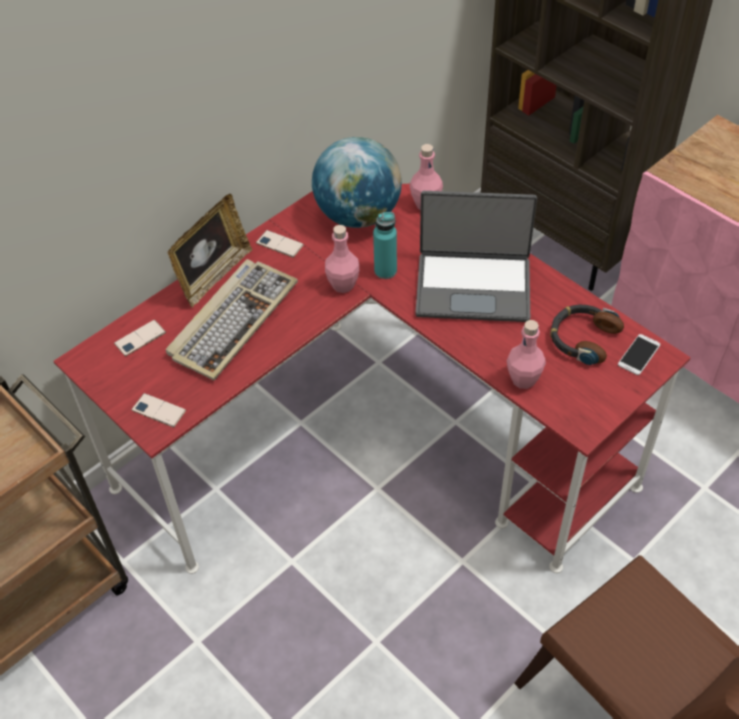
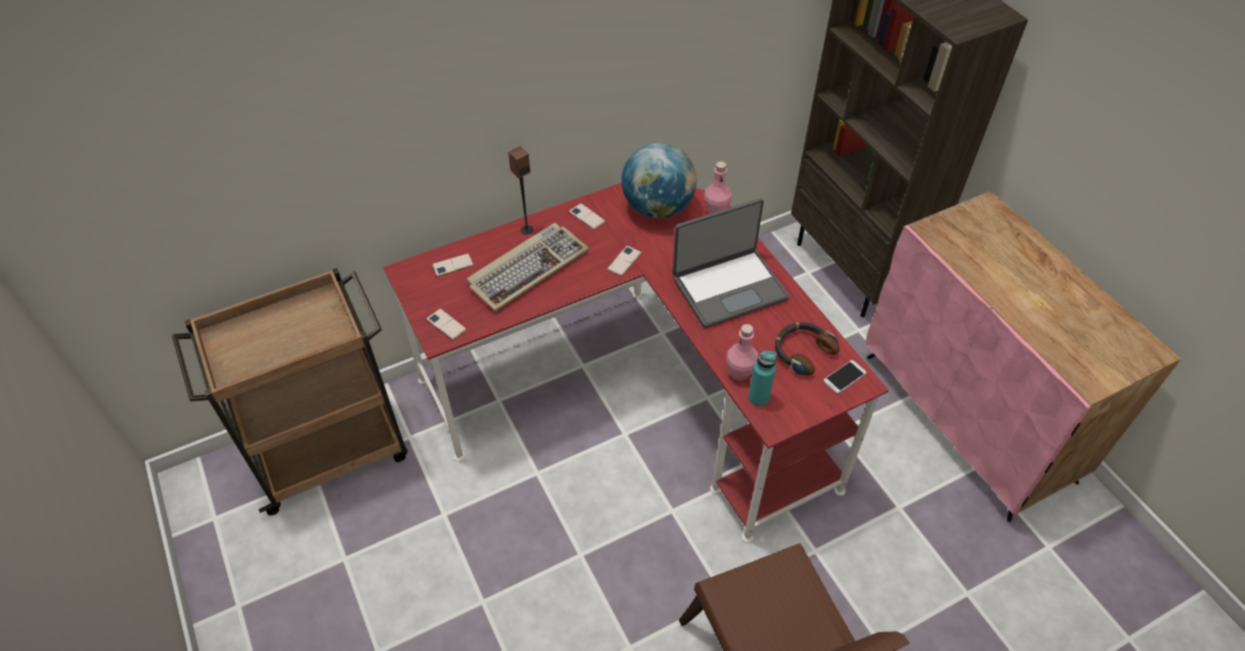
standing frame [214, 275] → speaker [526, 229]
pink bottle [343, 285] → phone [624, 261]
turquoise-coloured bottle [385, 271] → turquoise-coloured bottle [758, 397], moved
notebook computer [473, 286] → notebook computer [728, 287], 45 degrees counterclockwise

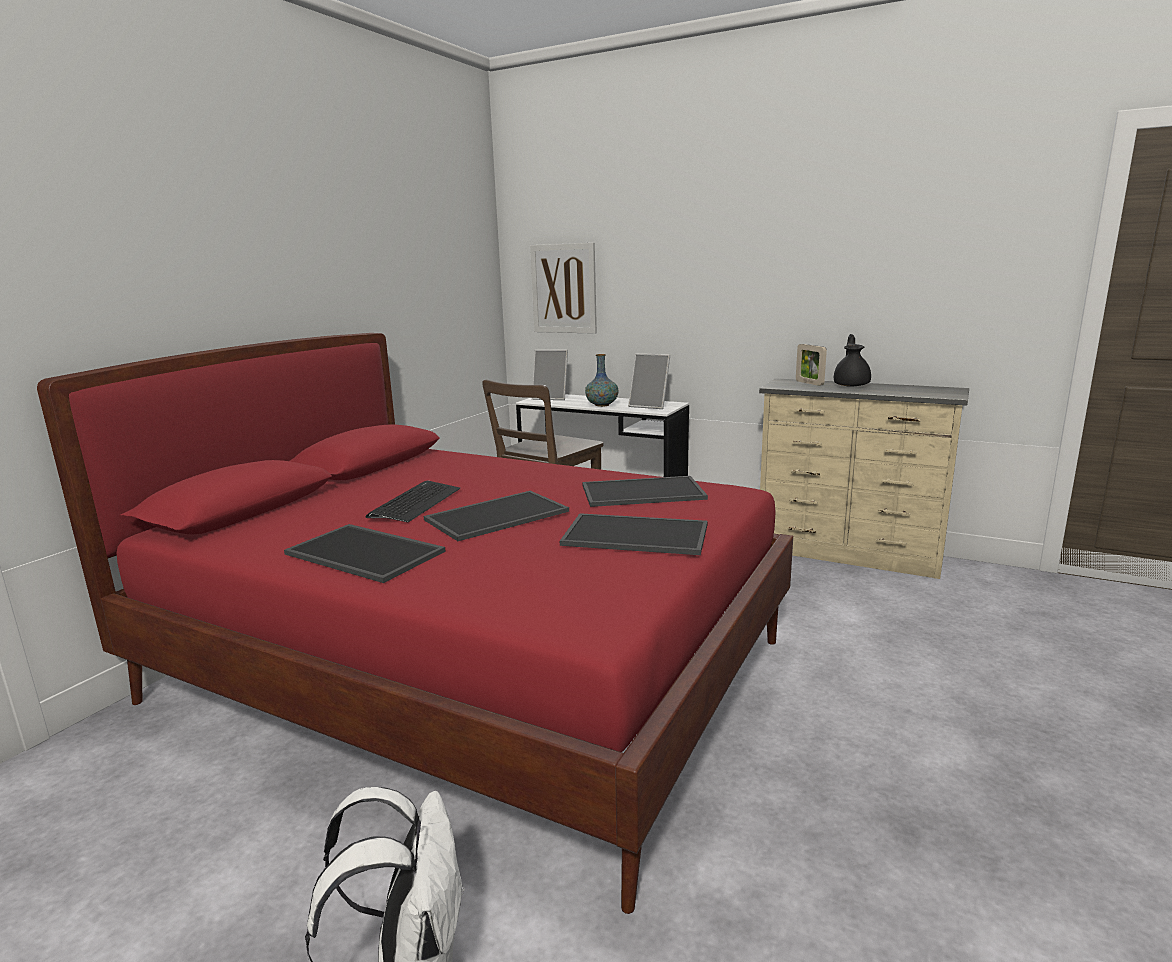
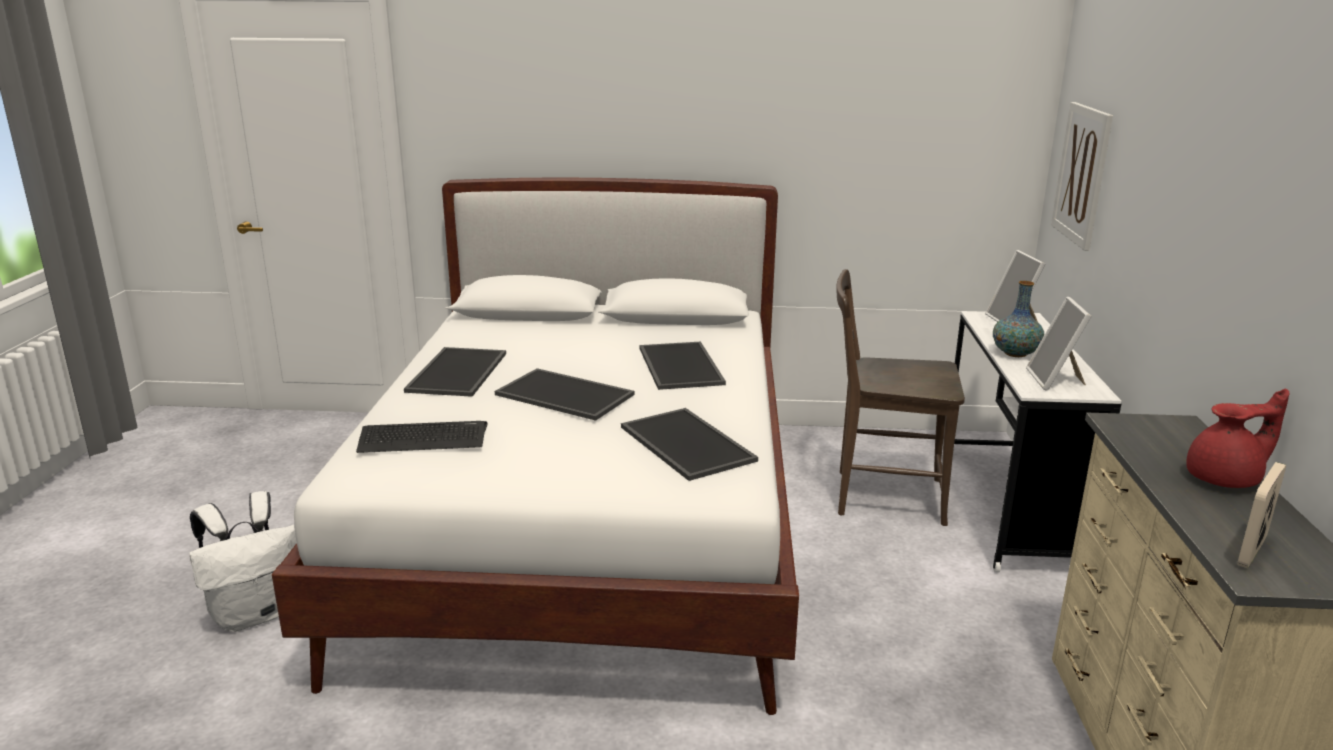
red bed [472, 670] → white bed [586, 531]
keyboard [415, 503] → keyboard [422, 438], moved
carrying tray [633, 535] → carrying tray [678, 365], moved
standing frame [809, 383] → standing frame [1251, 551], moved
black-coloured pot for tea [851, 385] → red pot for tea [1226, 479]

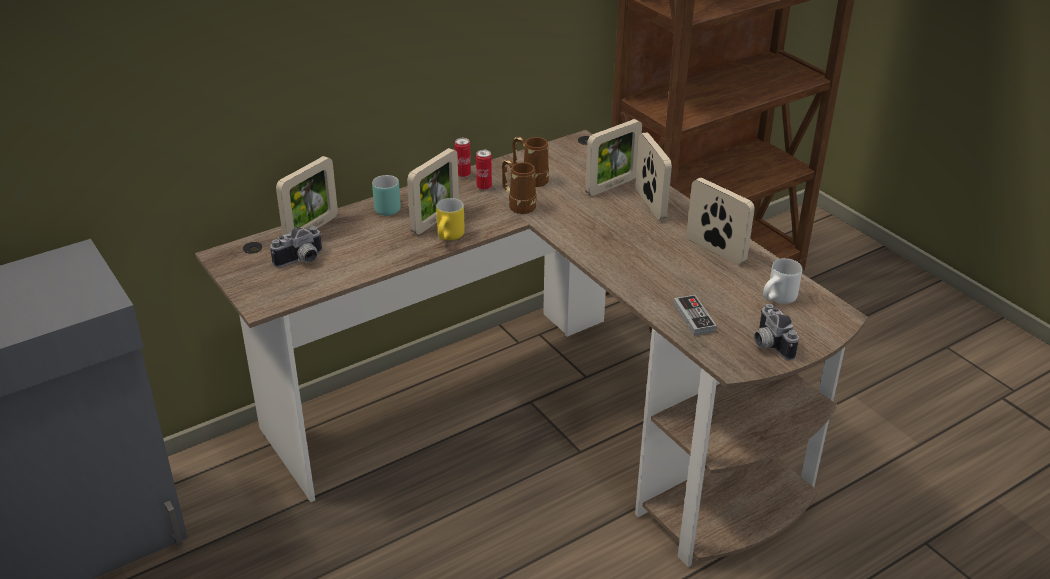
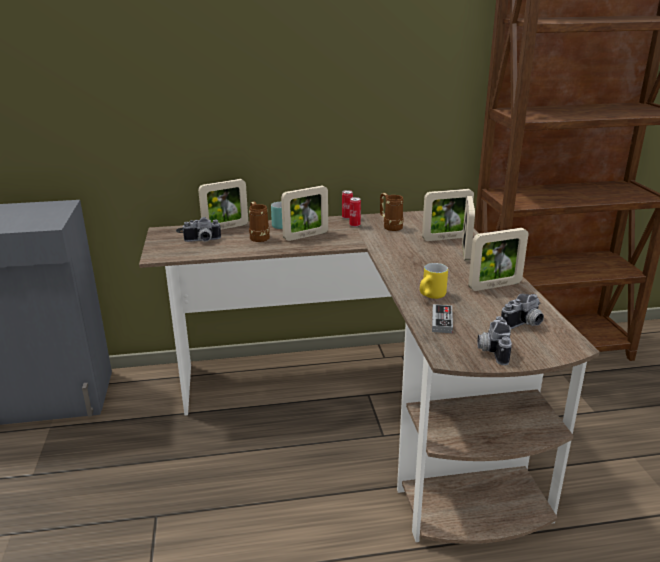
yellowish tea mug [450, 238] → yellowish tea mug [432, 297], moved
brown-coloured tea mug [518, 205] → brown-coloured tea mug [258, 237], moved
standing frame [715, 251] → standing frame [495, 286], 90 degrees clockwise
white tea mug [779, 300] → still camera [524, 325]

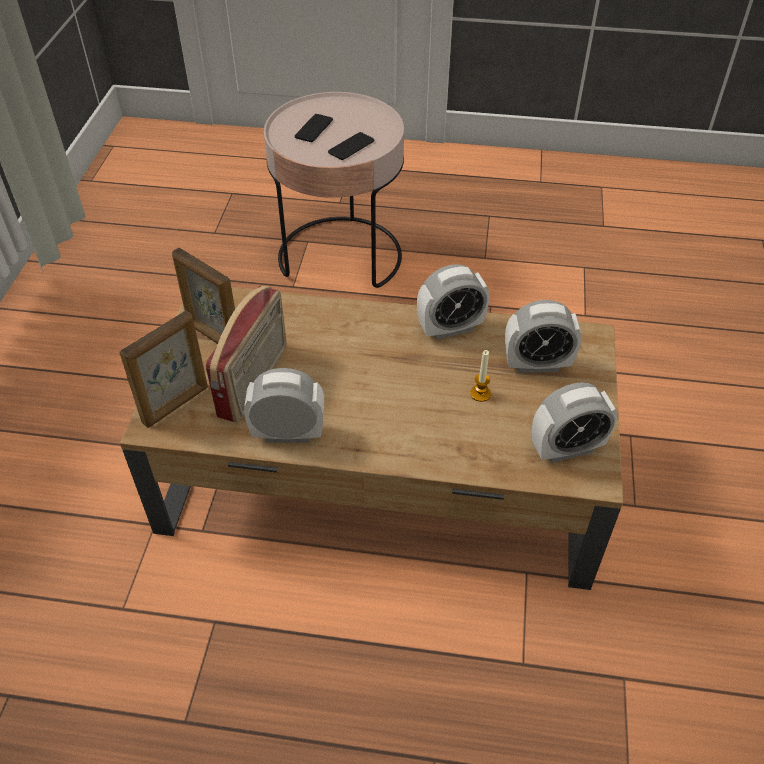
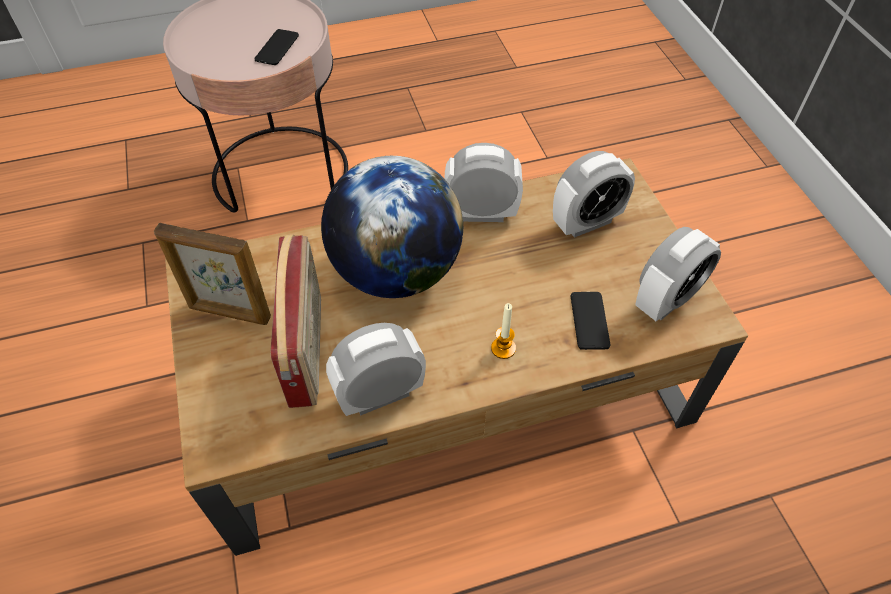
standing frame [176, 405] → -
phone [314, 128] → phone [589, 321], moved
table clock [450, 328] → table clock [481, 214], 135 degrees counterclockwise
wax light [480, 394] → wax light [503, 348], moved
- → globe [396, 272]

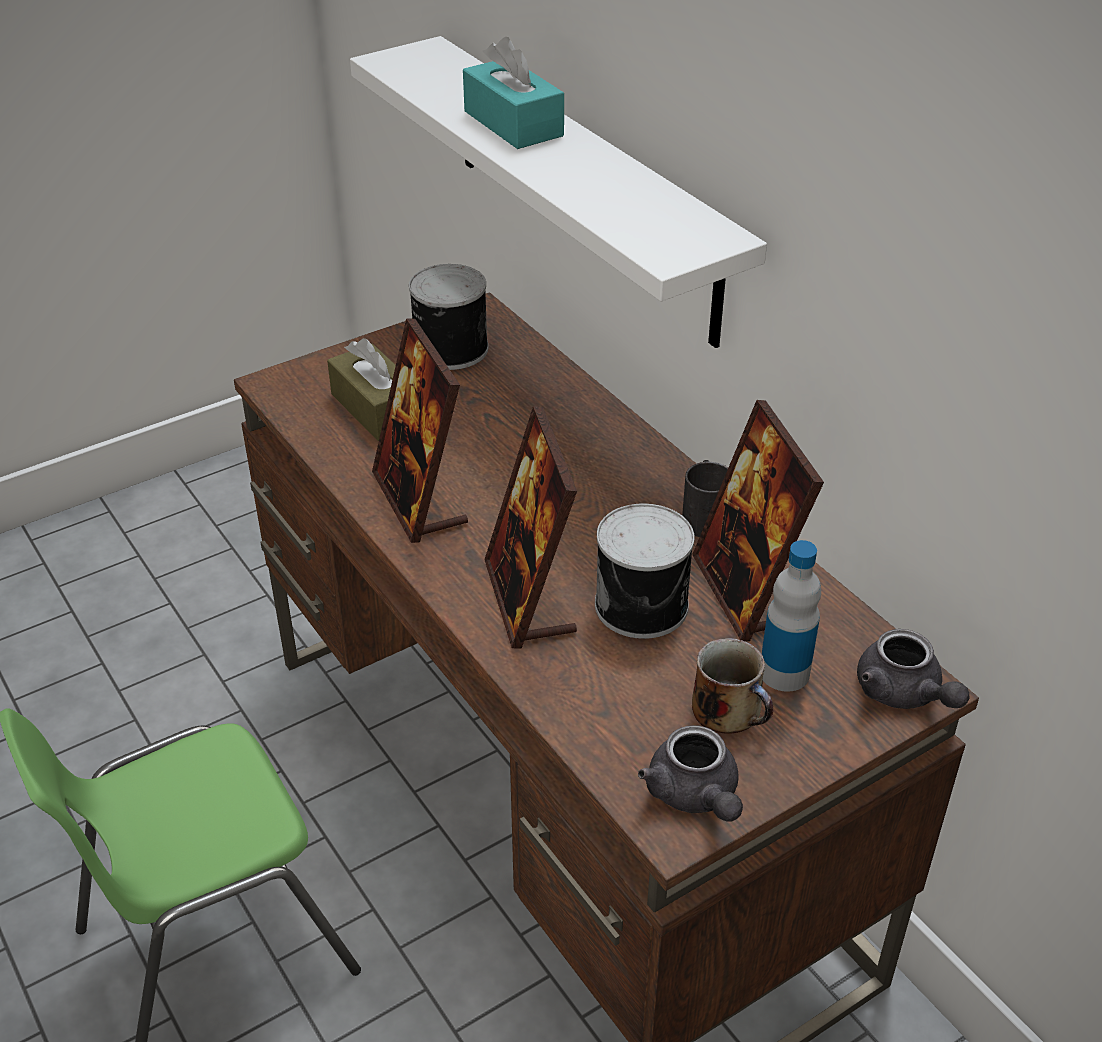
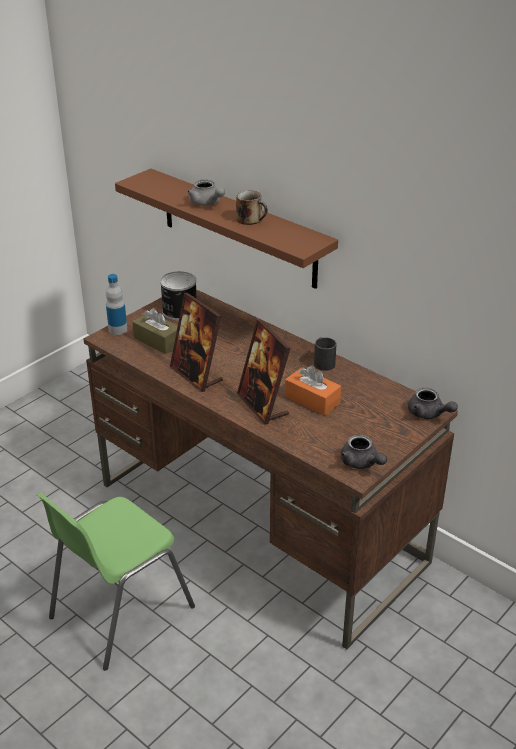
white shelf [582, 187] → brown-coloured shelf [238, 228]
turquoise-coloured tissue box [513, 124] → grey pot for tea [207, 203]
sealed can [644, 606] → orange tissue box [312, 400]
standing frame [746, 592] → -
tea mug [730, 710] → tea mug [250, 219], moved
bottle [784, 673] → bottle [118, 329], moved

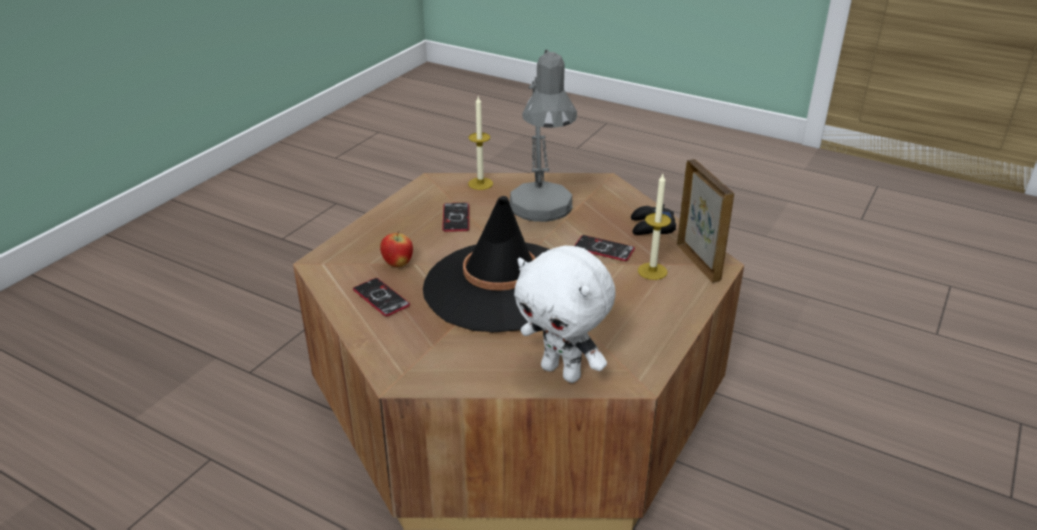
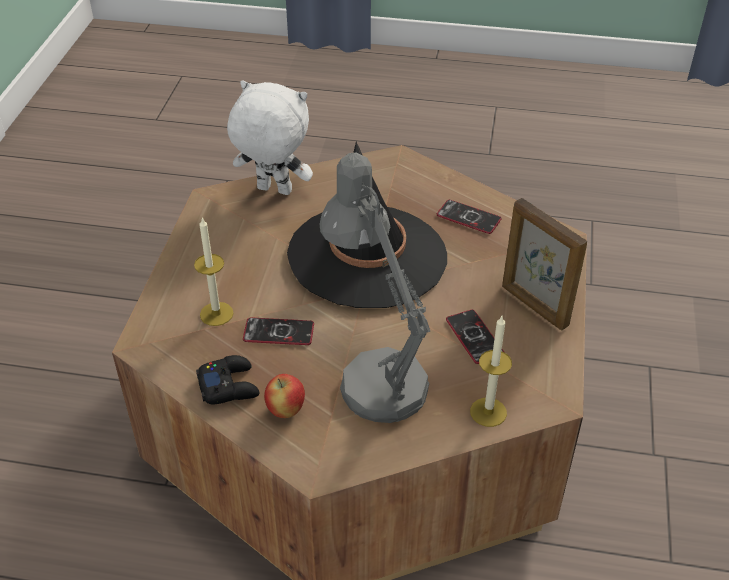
apple [398, 264] → apple [285, 410], moved
standing frame [698, 262] → standing frame [534, 306], moved

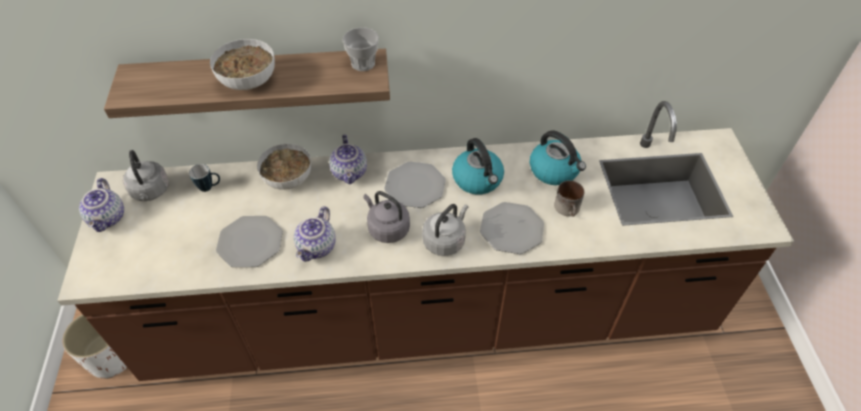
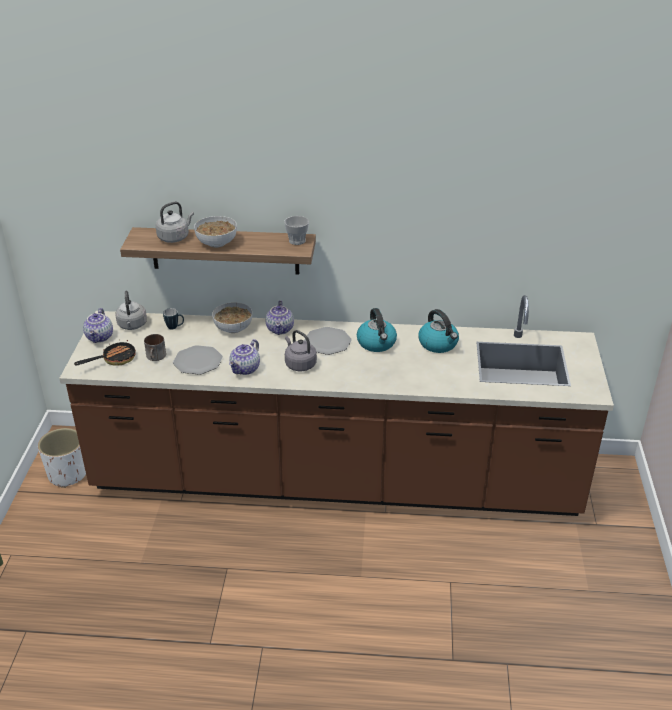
grey kettle [445, 240] → grey kettle [175, 237], moved
flat dish [511, 229] → -
tea mug [569, 209] → tea mug [156, 357], moved
- → skillet [114, 359]

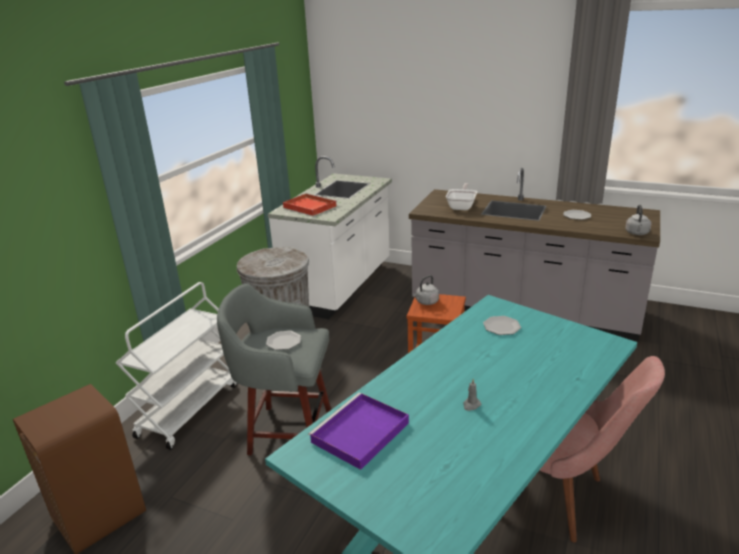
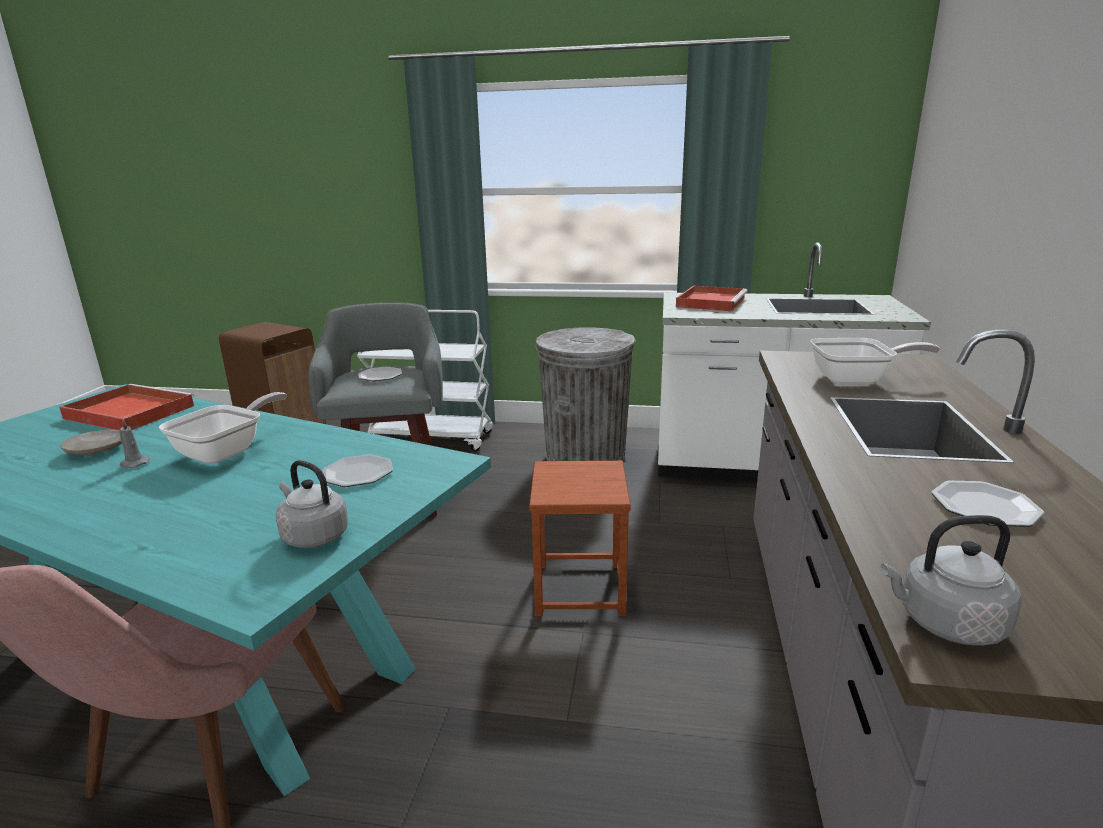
purple-coloured carrying tray [359, 434] → red carrying tray [128, 412]
grey kettle [426, 302] → grey kettle [313, 536], moved
- → beige flat dish [98, 450]
- → skillet [227, 451]

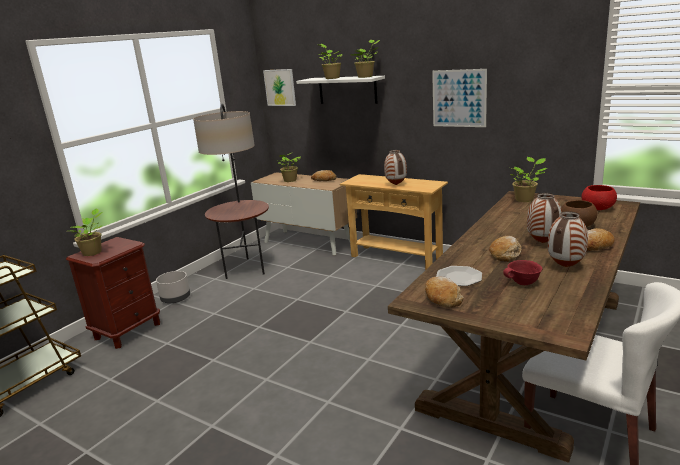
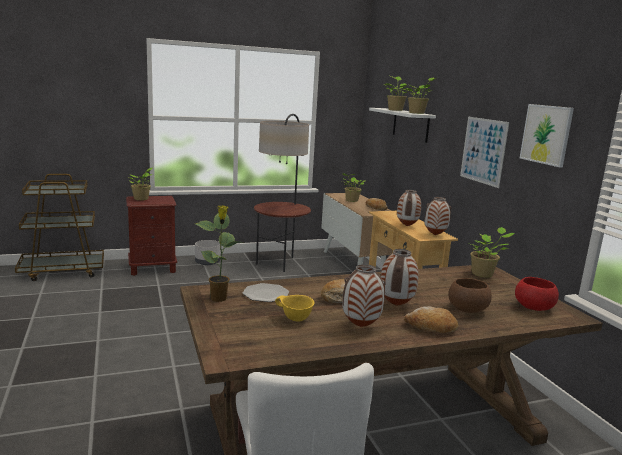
wall picture [280, 87] → wall picture [546, 134], moved
baked bread [442, 298] → houseplant [219, 299]
red deep dish [523, 283] → yellowish deep dish [295, 319]
- → vase [435, 235]

